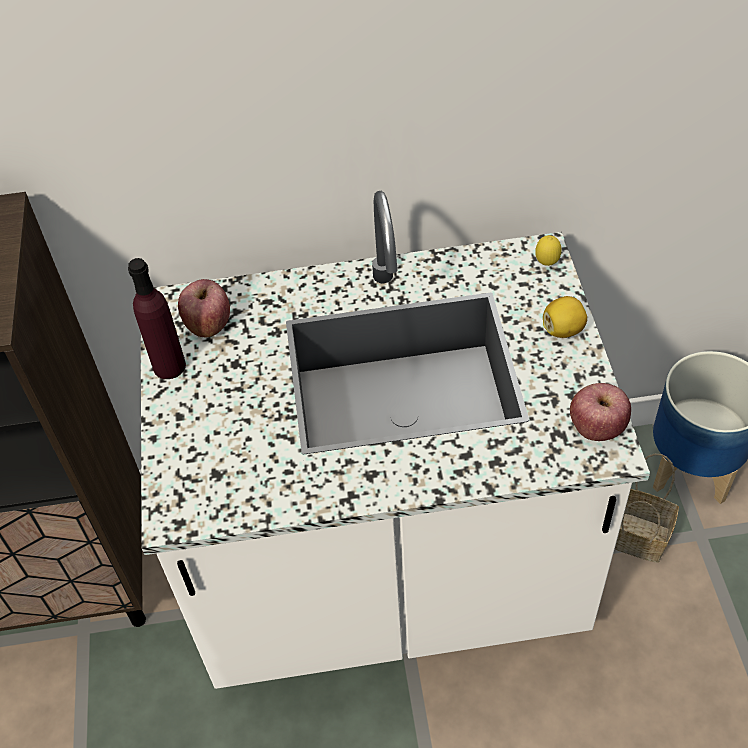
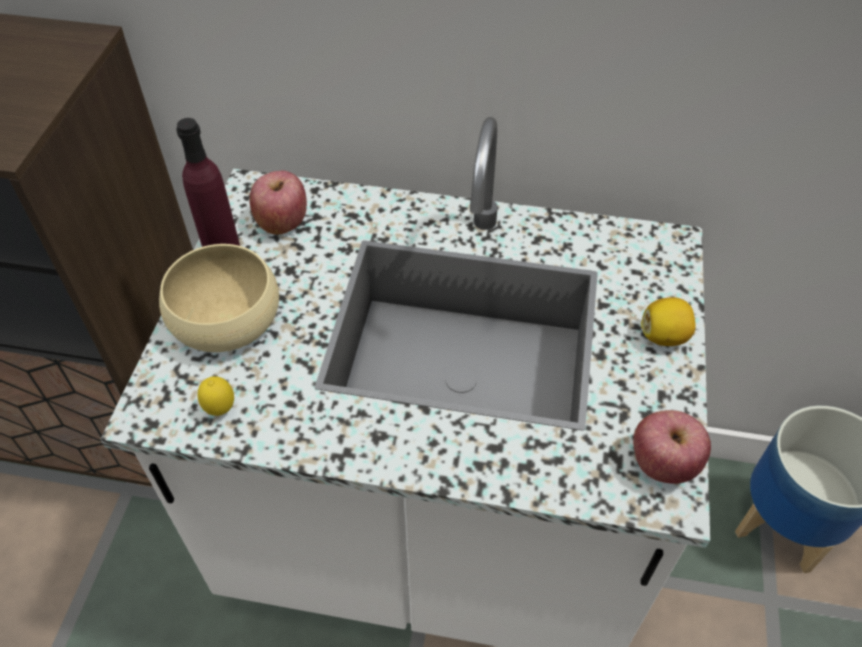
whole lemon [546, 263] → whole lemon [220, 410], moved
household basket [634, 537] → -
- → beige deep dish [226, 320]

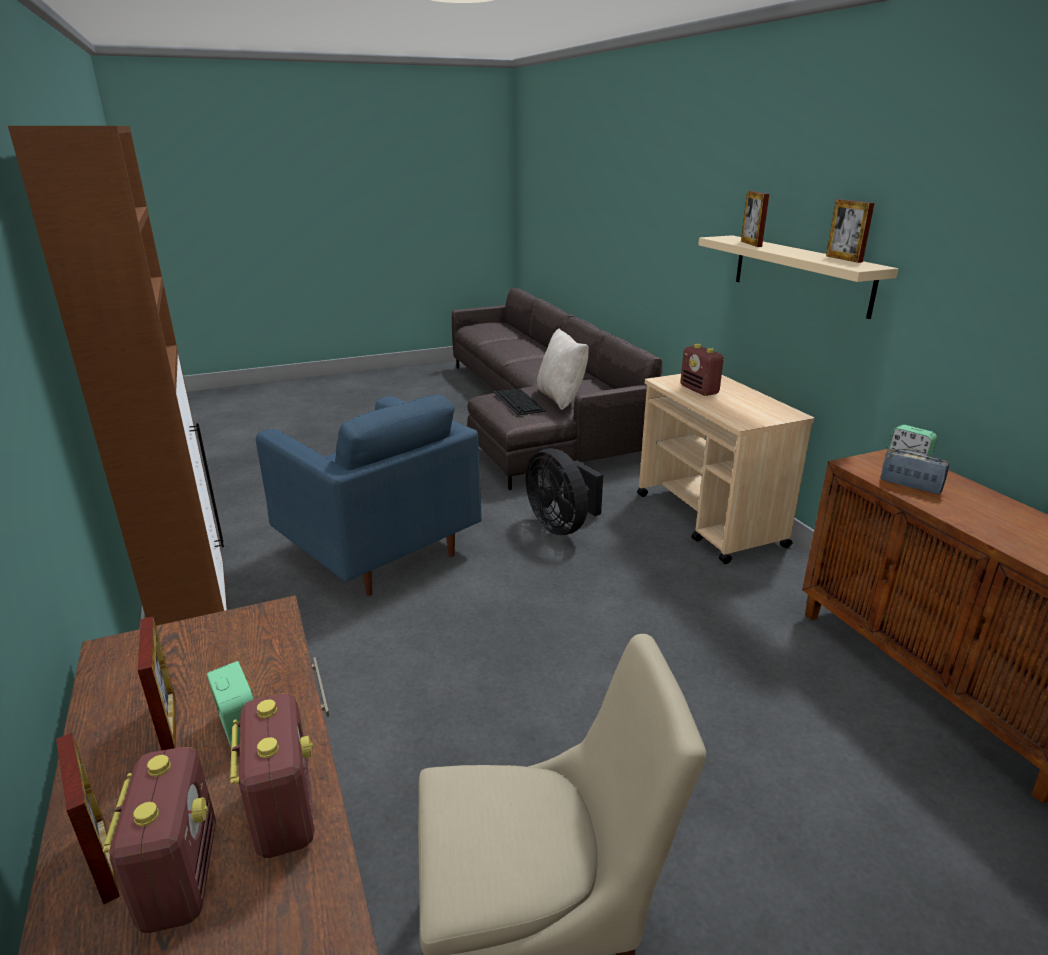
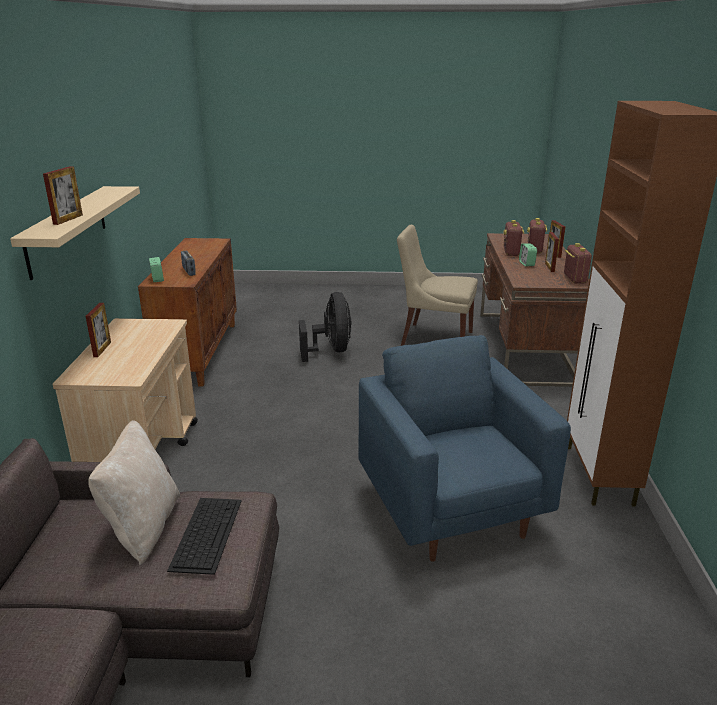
black-coloured fan [562, 525] → black-coloured fan [331, 351], moved
radio receiver [699, 390] → radio receiver [574, 279], moved
standing frame [843, 259] → standing frame [102, 349], moved

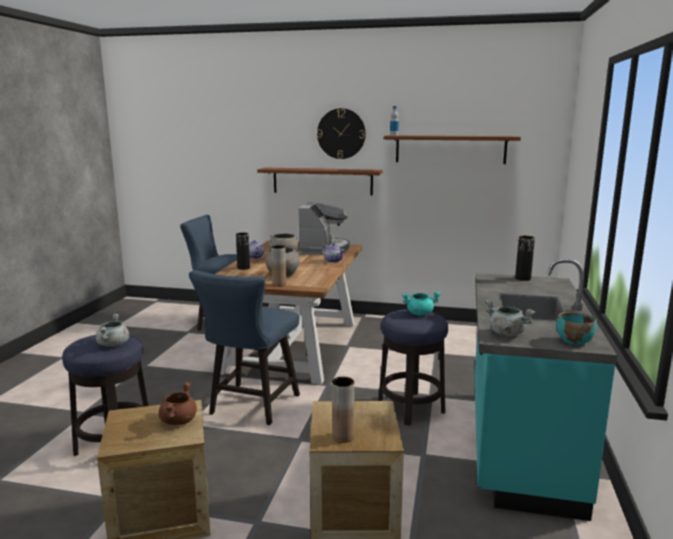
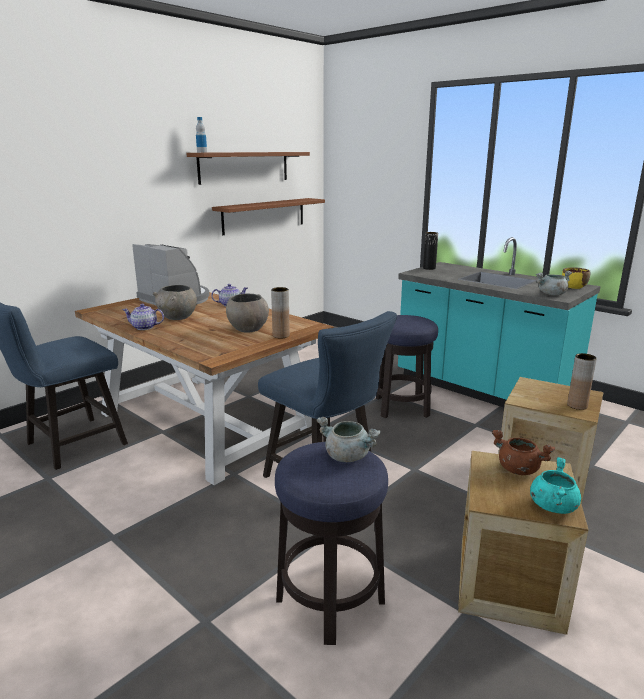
black-coloured vase [243, 268] → -
brown-coloured shelf [322, 181] → brown-coloured shelf [264, 215], moved
wall clock [341, 133] → -
turquoise-coloured cooking pot [420, 313] → turquoise-coloured cooking pot [552, 506], moved
turquoise-coloured deep dish [574, 341] → yellowish deep dish [573, 287]

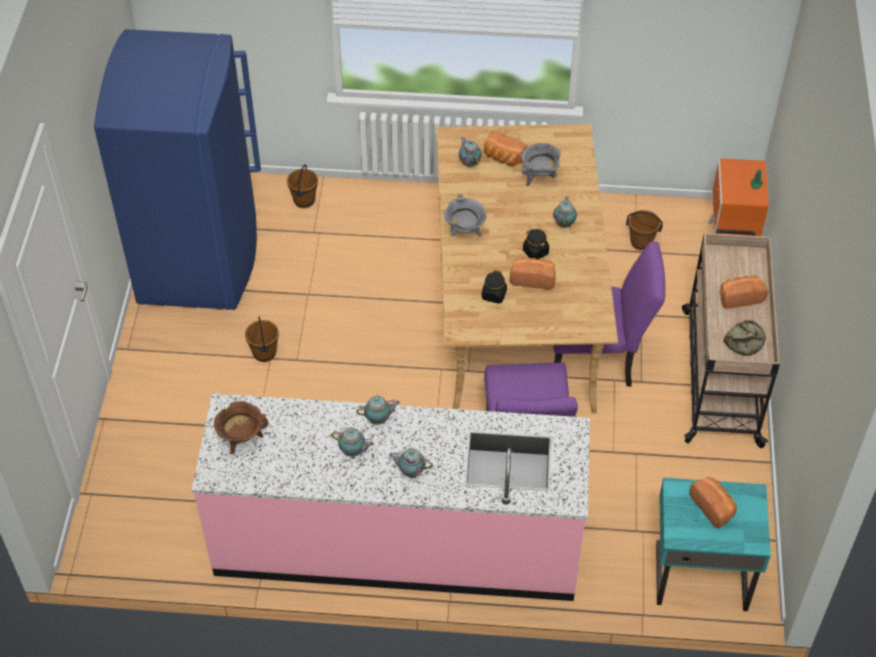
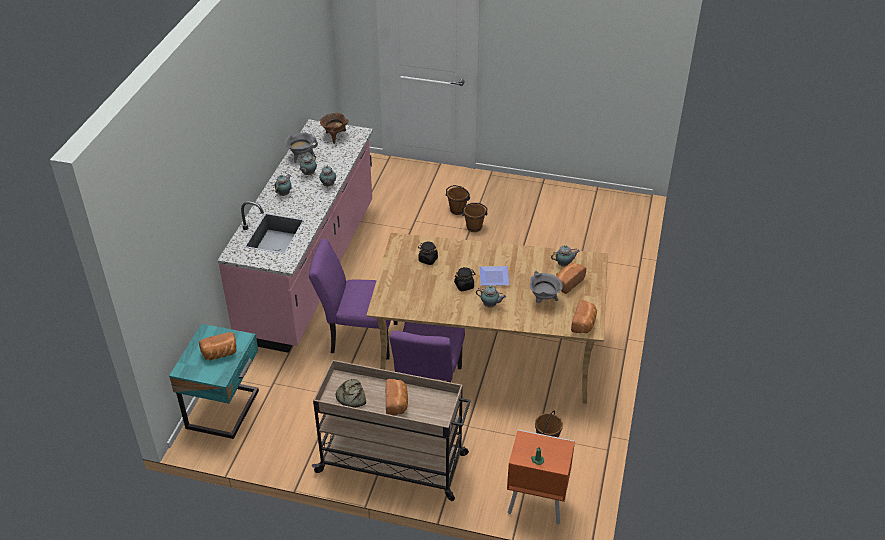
blue-coloured kitchen fridge [200, 259] → -
brown-coloured pail [304, 201] → brown-coloured pail [457, 210], moved
grey cooking pot [464, 231] → grey cooking pot [302, 156], moved
baked bread [533, 278] → baked bread [584, 324], moved
- → flat dish [493, 276]

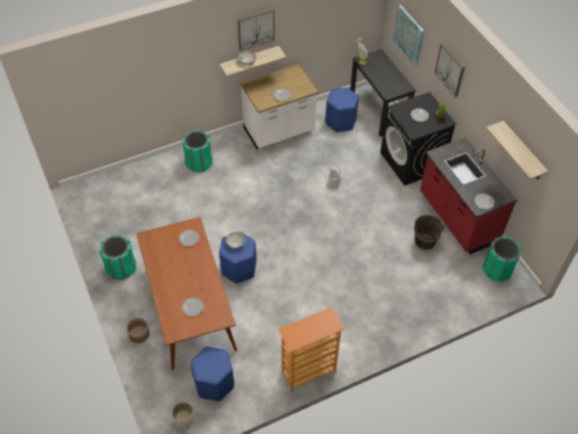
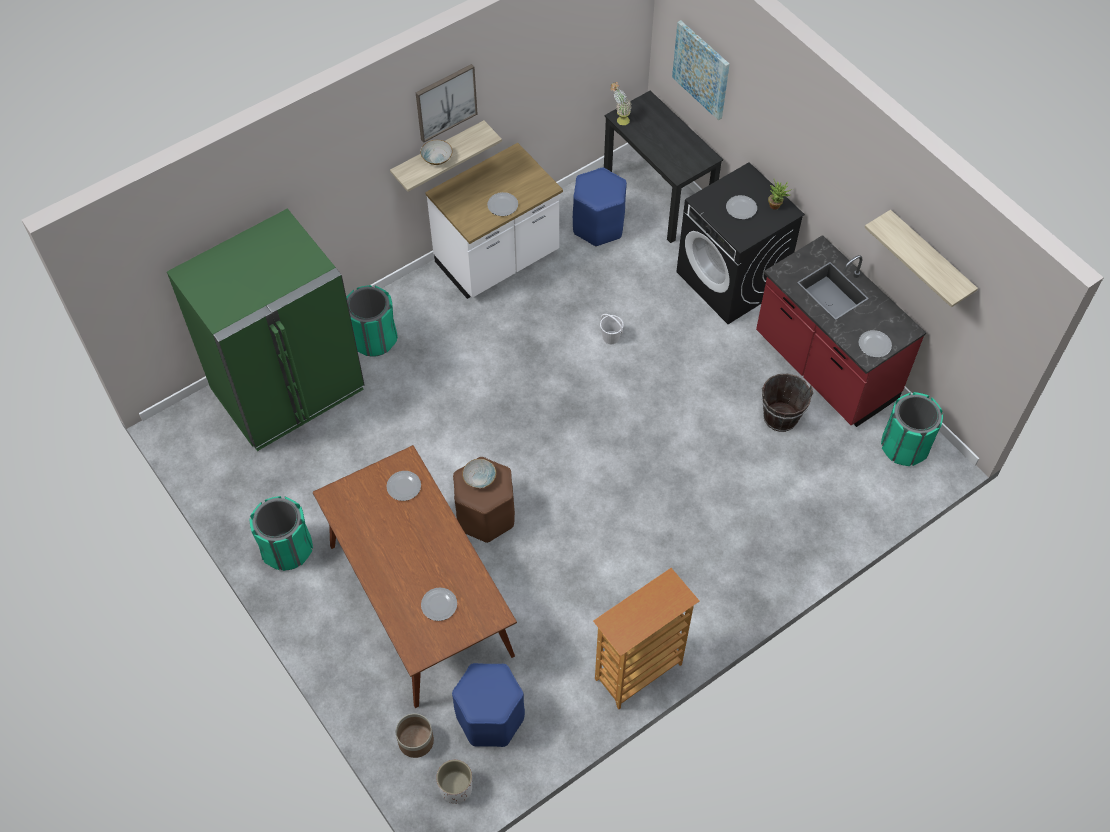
plant pot [139, 334] → plant pot [416, 741], moved
blue-coloured stool [239, 268] → brown-coloured stool [486, 515]
wall picture [450, 70] → -
- → green-coloured kitchen fridge [289, 390]

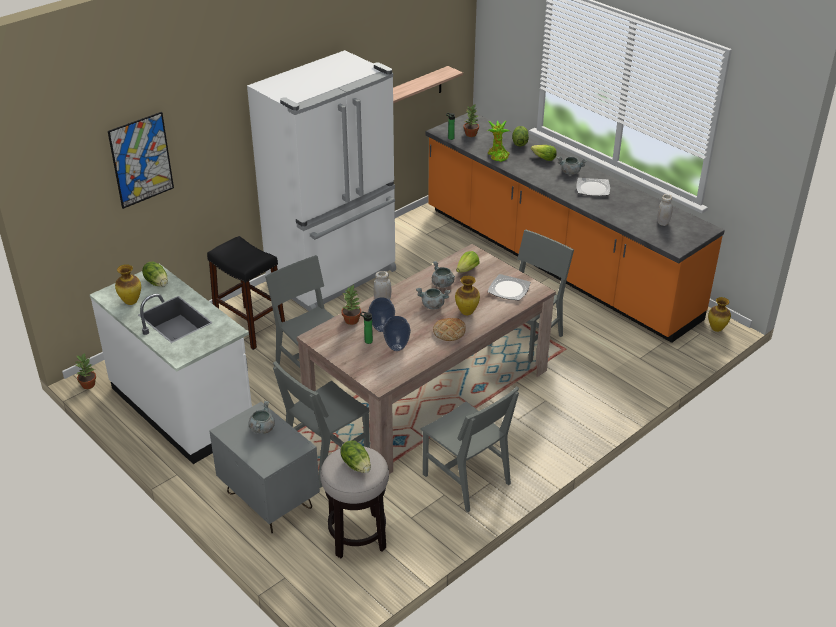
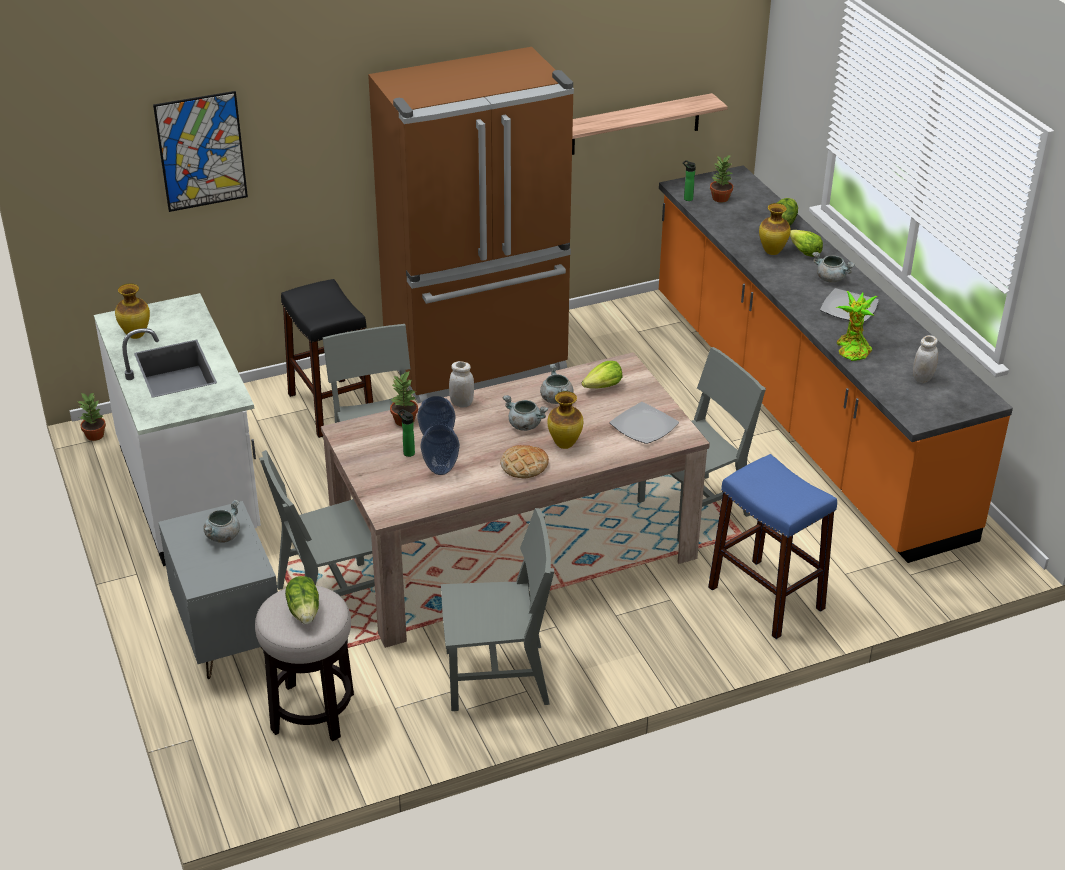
lettuce head [157, 282] → -
white kitchen fridge [334, 277] → brown-coloured kitchen fridge [478, 364]
grey upright chair [466, 479] → grey upright chair [497, 677], 75 degrees counterclockwise
houseplant [497, 155] → houseplant [852, 349], moved
vase [716, 329] → vase [771, 252], moved
- → blue-coloured stool [766, 598]

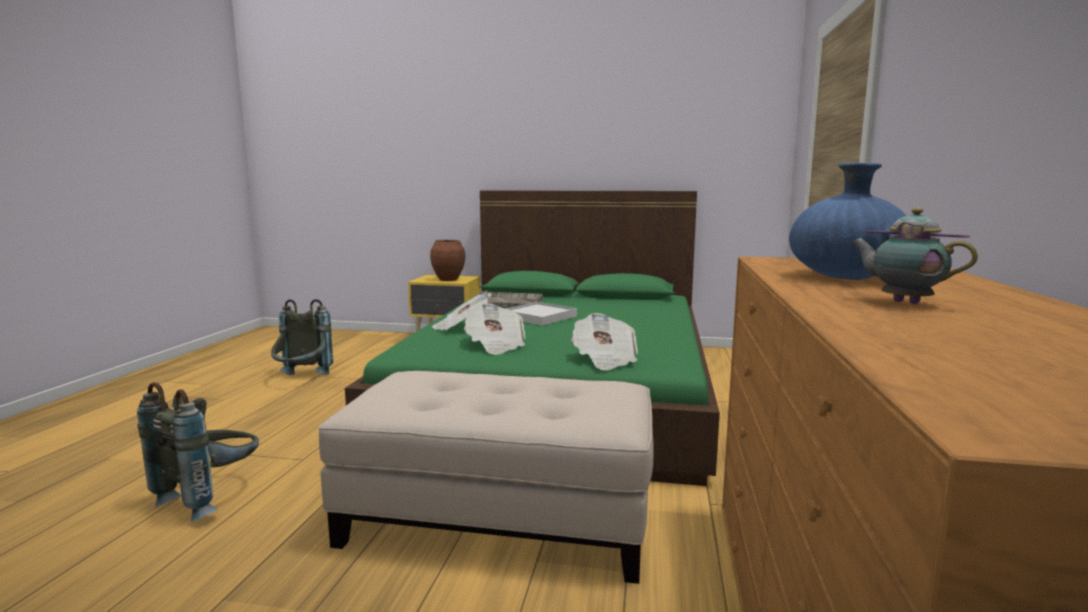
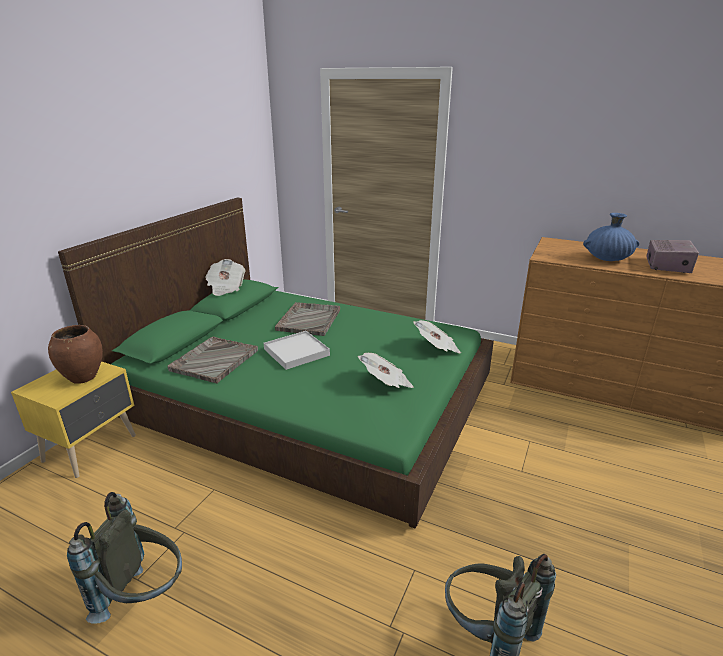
beige pouffe [500, 517] → -
newspaper [461, 327] → newspaper [226, 288], moved
pot for tea [902, 302] → radio receiver [667, 266]
- → grey carrying tray [309, 319]

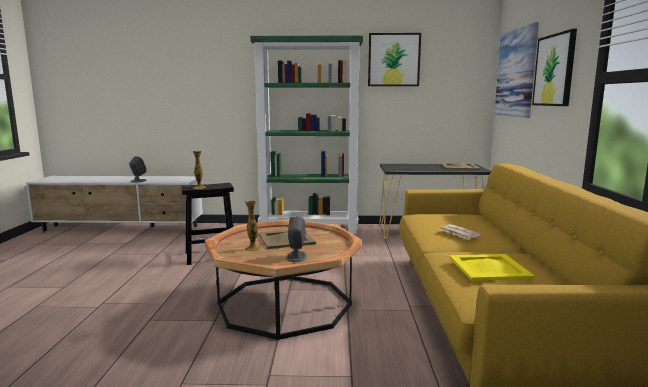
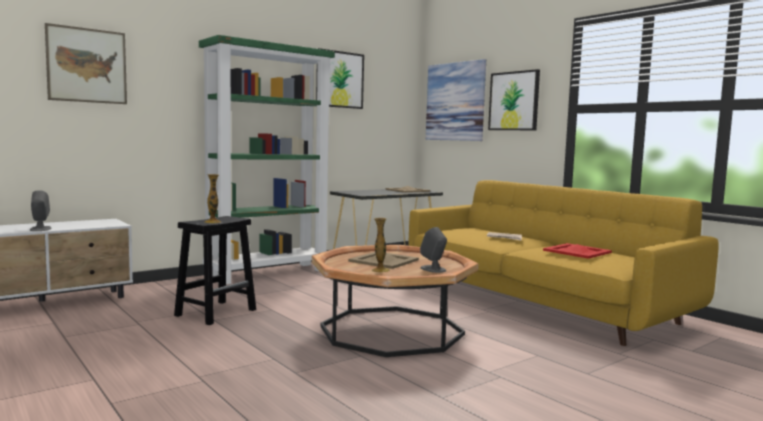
yellowish carrying tray [489, 267] → red carrying tray [577, 251]
- → wall picture [87, 65]

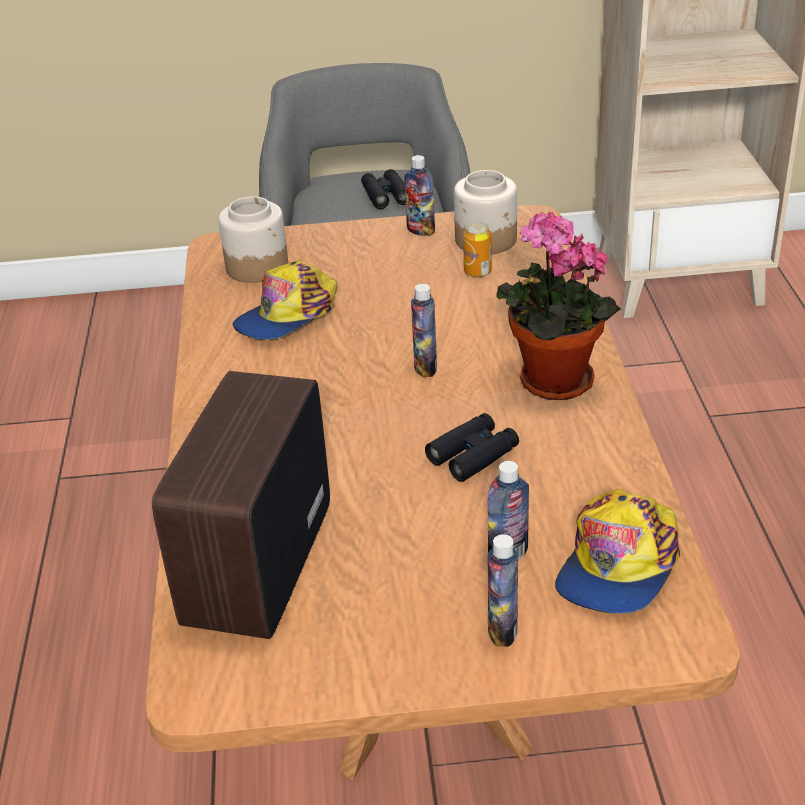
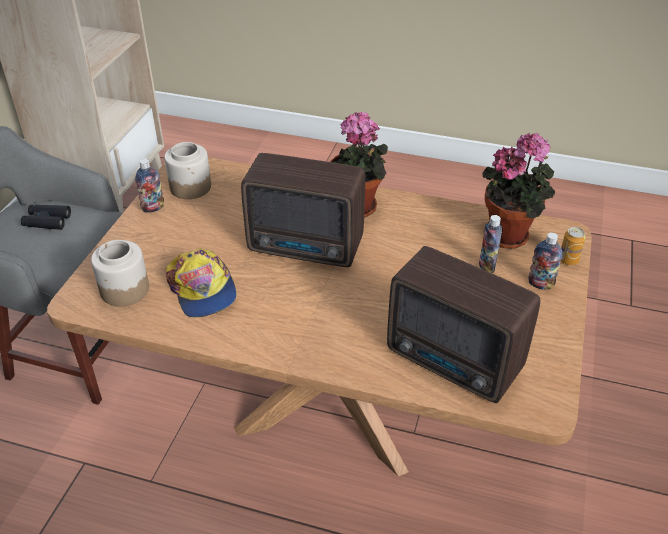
bottle [425, 367] → radio receiver [307, 248]
black-coloured binoculars [473, 455] → -
sealed can [477, 272] → sealed can [568, 260], moved
peaked cap [617, 565] → houseplant [510, 235]

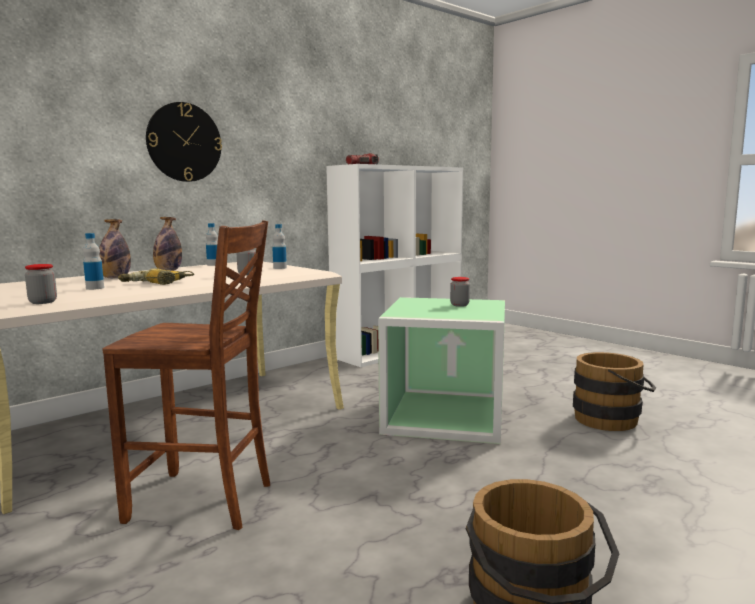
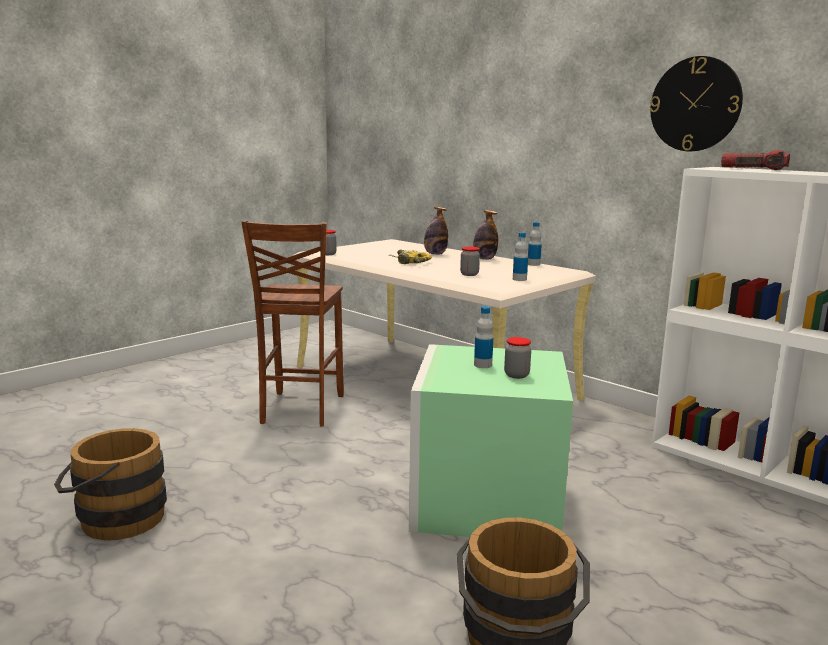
bottle [95, 288] → bottle [483, 365], moved
wall clock [184, 142] → wall clock [695, 104], moved

